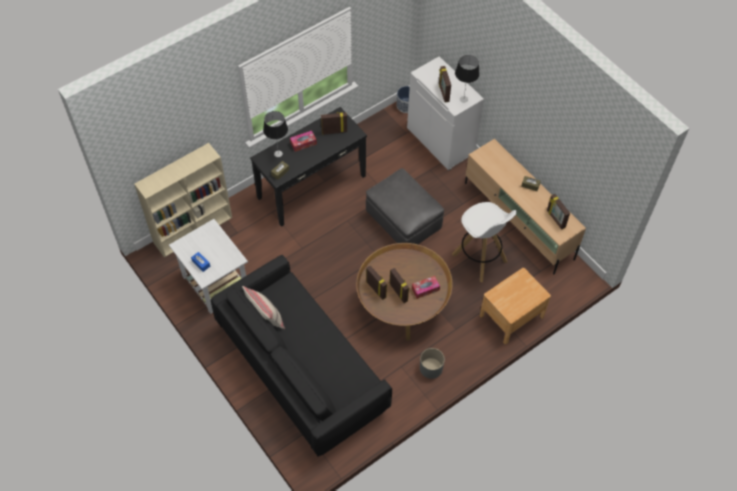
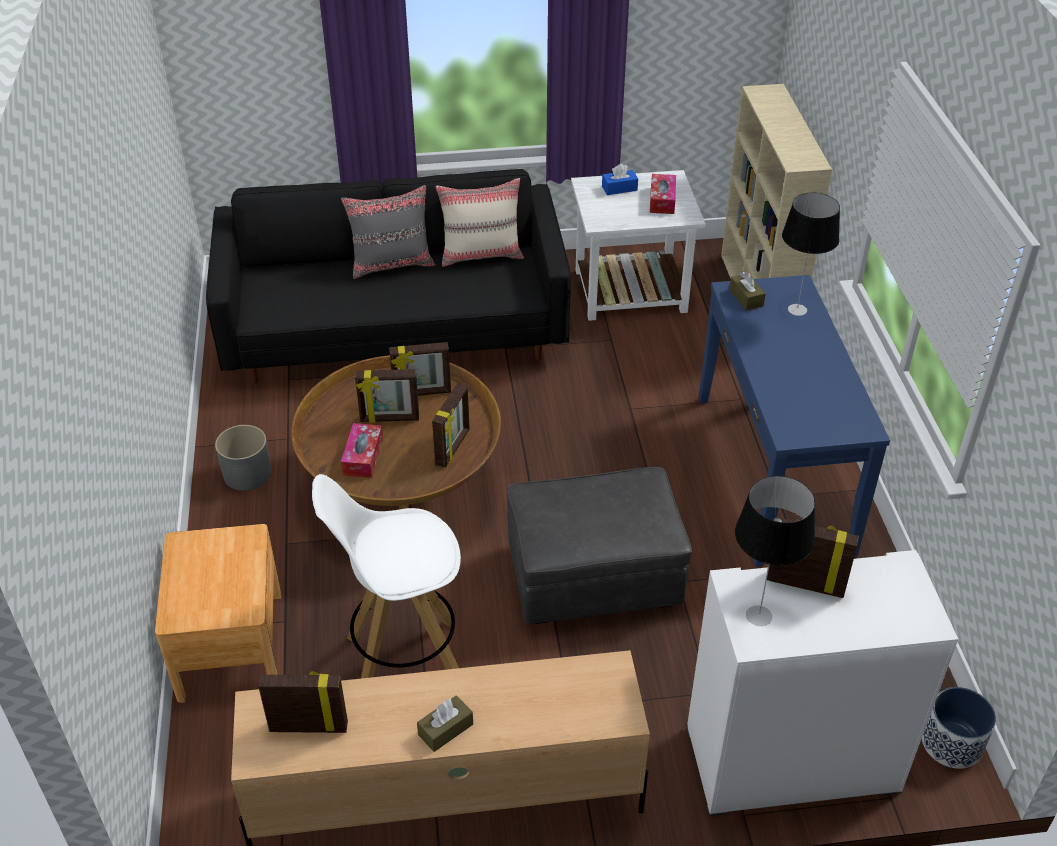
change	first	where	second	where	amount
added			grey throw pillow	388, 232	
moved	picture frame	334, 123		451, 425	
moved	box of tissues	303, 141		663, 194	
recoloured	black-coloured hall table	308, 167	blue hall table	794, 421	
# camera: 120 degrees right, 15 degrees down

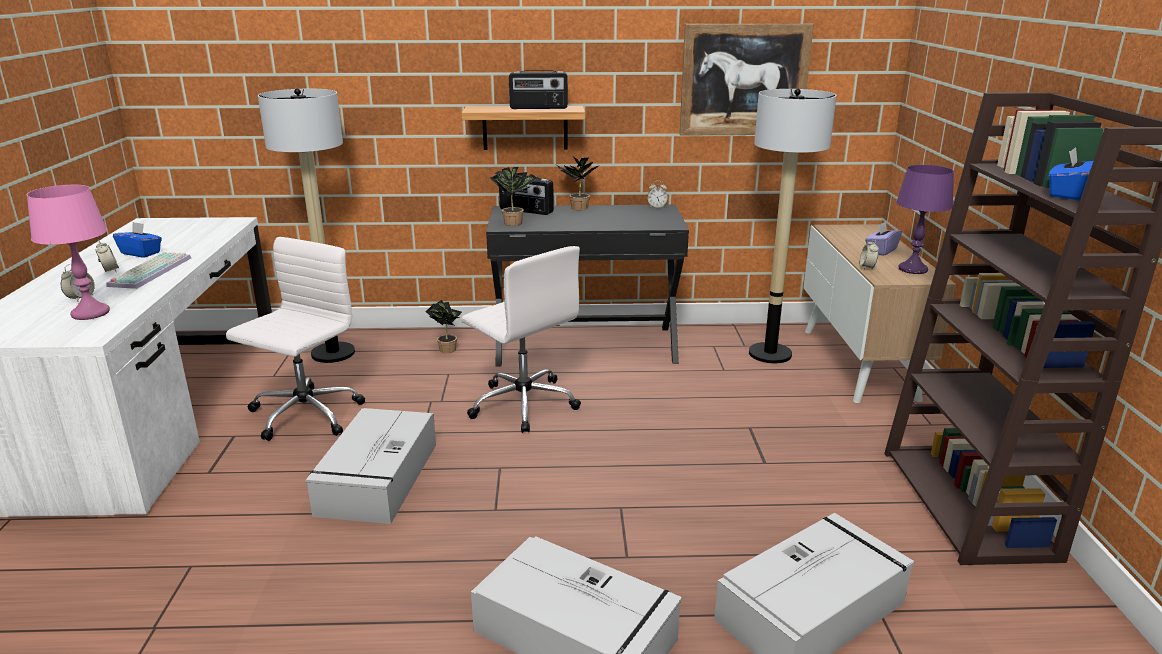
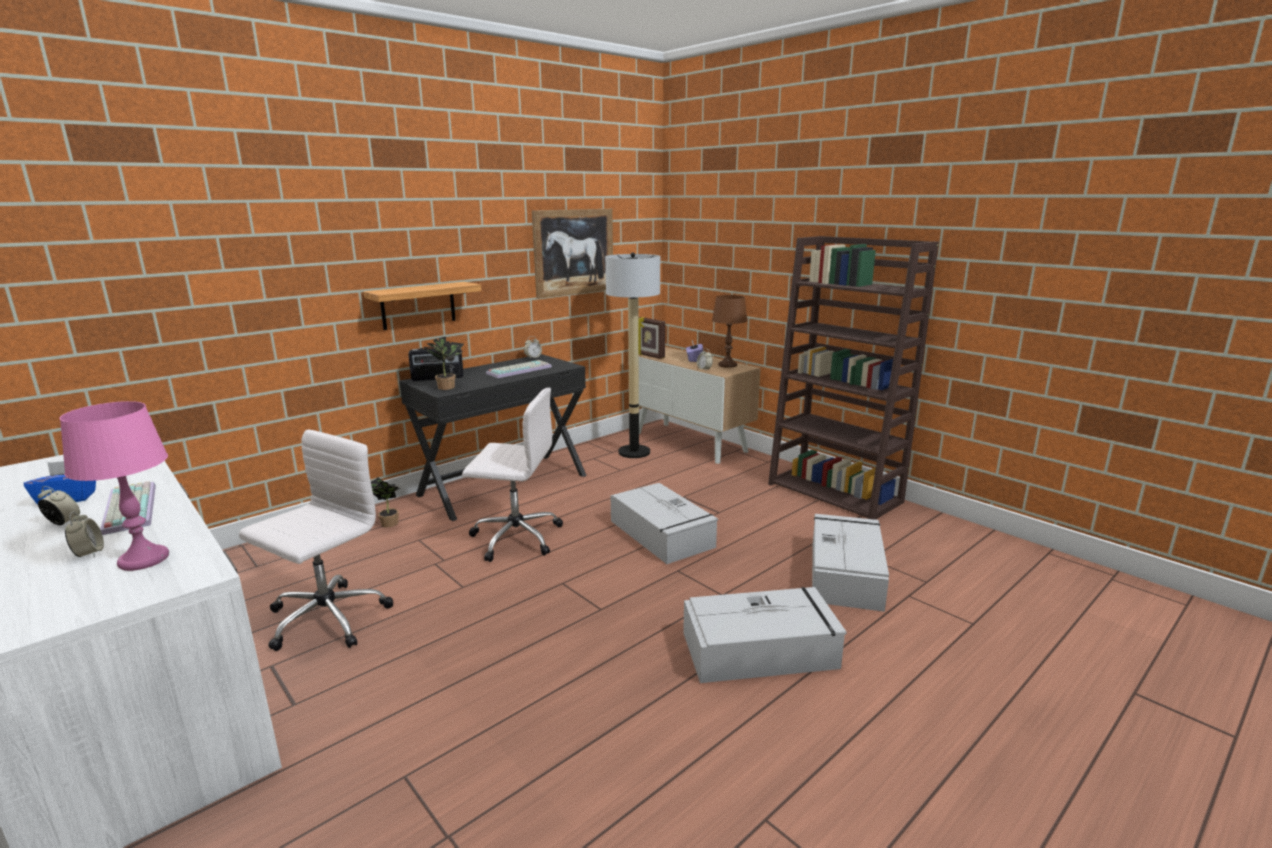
change	first	where	second	where	amount
turned	white-coloured computer chair	295, 339		316, 540	45 degrees clockwise
added			PC keyboard	519, 369	
moved	grey storage container	370, 466		664, 523	
added			picture frame	651, 338	
recoloured	purplish table lamp	925, 219	brown table lamp	729, 331	
removed	floor lamp	306, 225			
removed	radio receiver	538, 89			
removed	potted plant	578, 183			
removed	blue box of tissues	1071, 173			
# camera: 40 degrees left, 5 degrees down

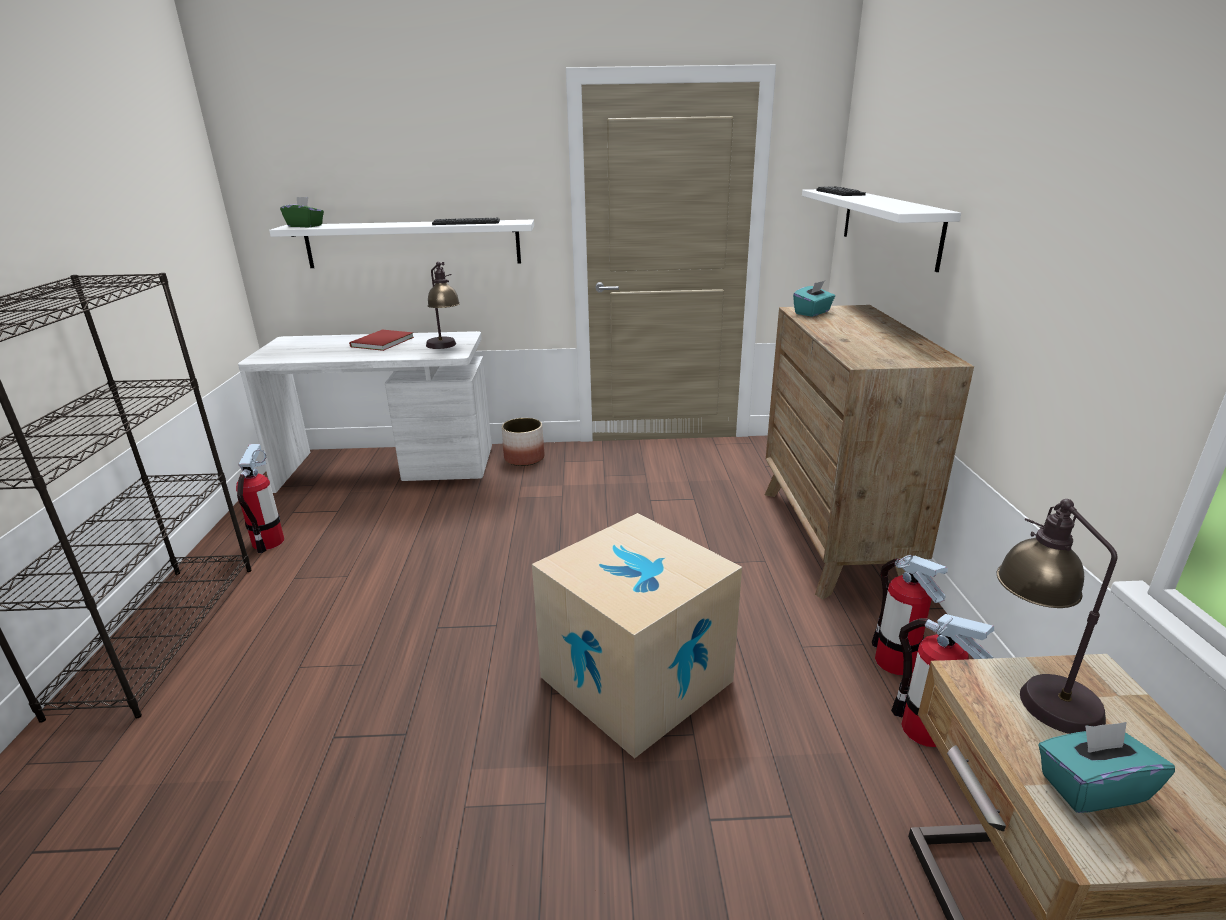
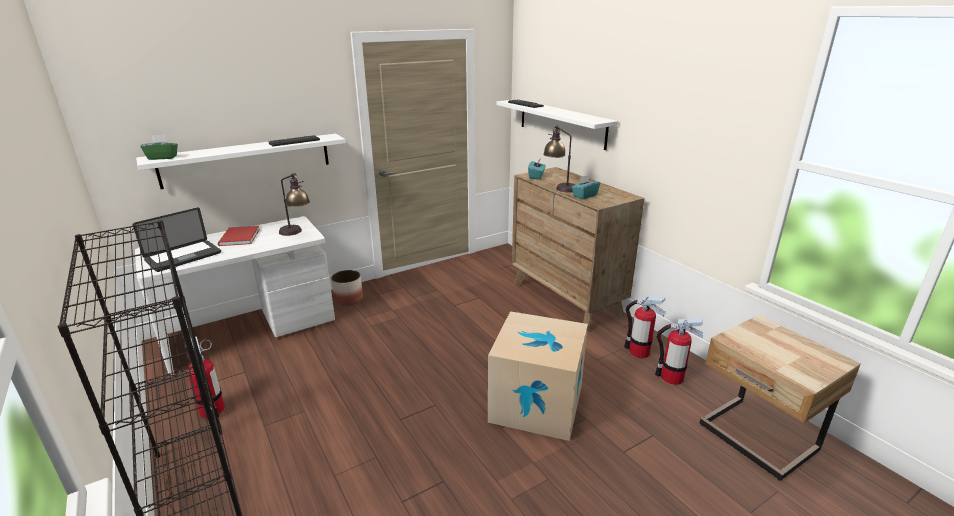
change	first	where	second	where	amount
added			notebook computer	177, 240	
moved	table lamp	1057, 616		559, 158	
moved	blue-green box of tissues	1106, 767		585, 187	
# camera: 30 degrees left, 0 degrees up

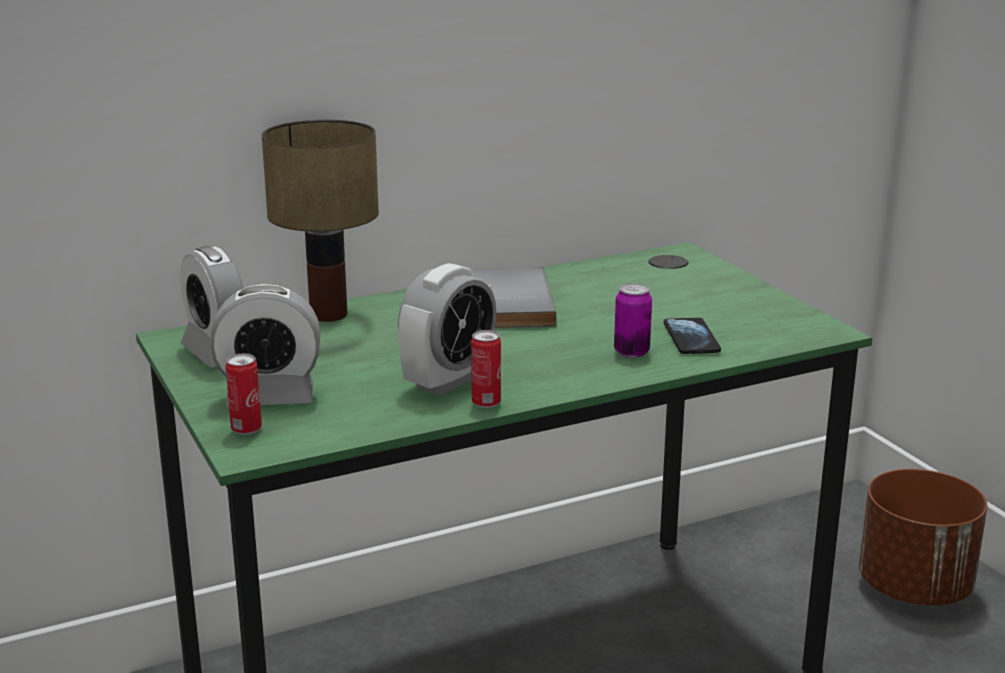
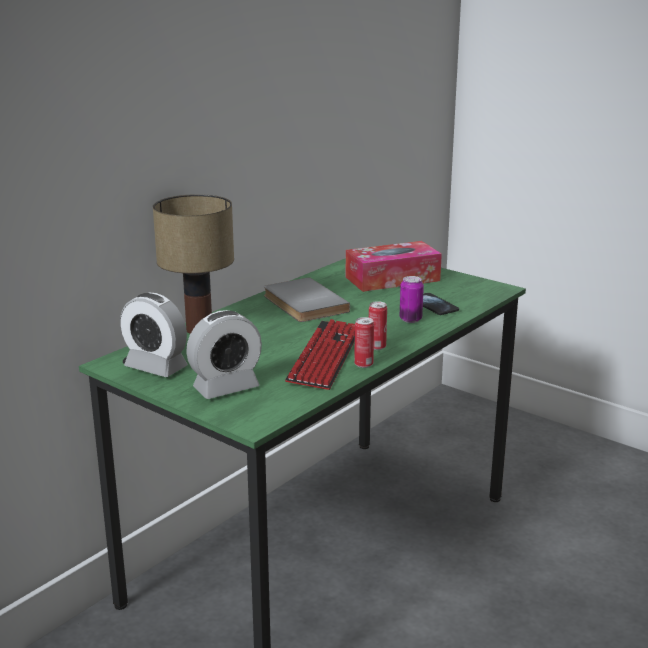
change	first	where	second	where	amount
replaced	bedside clock	447, 329	PC keyboard	320, 354	
added			box of tissues	394, 266	
moved	can	244, 394		378, 325	
removed	brown plant pot	923, 537			
# camera: 25 degrees left, 0 degrees up

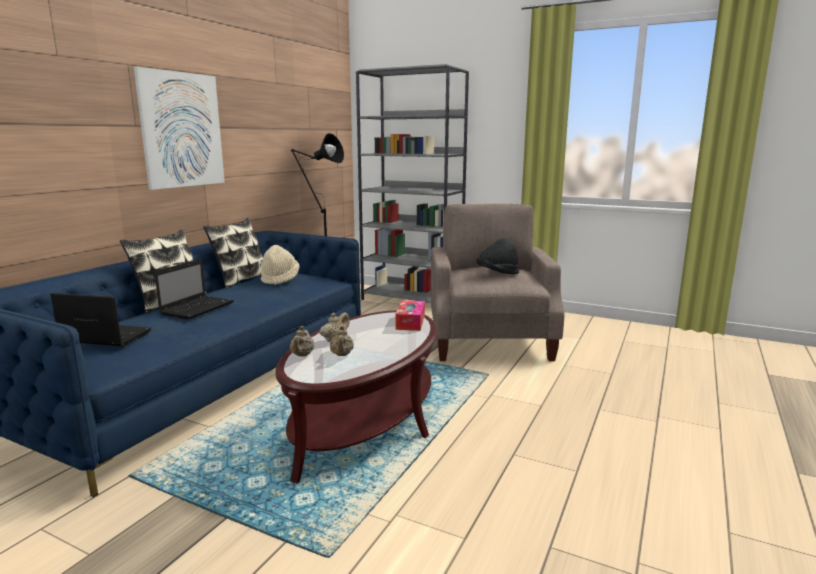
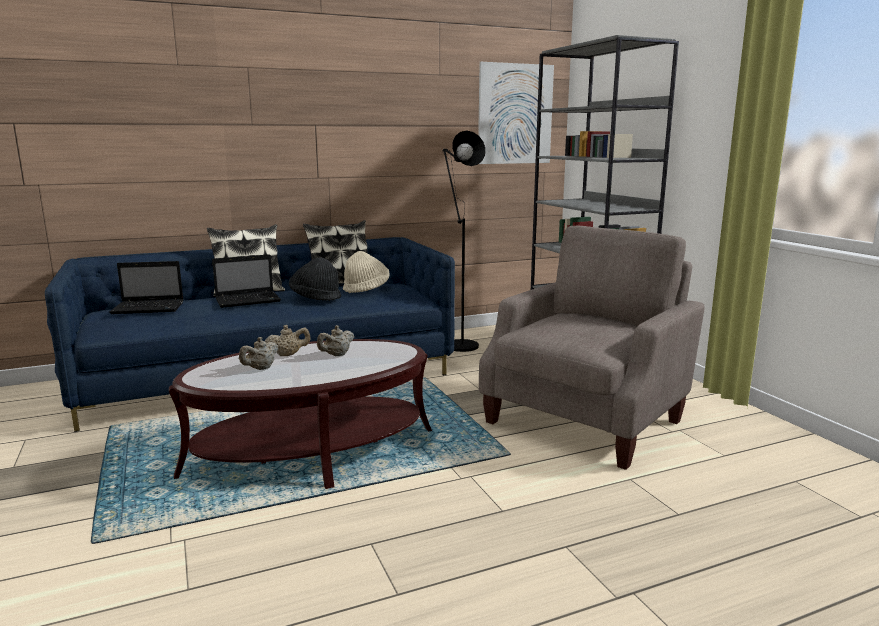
change	first	where	second	where	amount
turned	notebook computer	101, 319		146, 287	120 degrees clockwise
moved	black-coloured clothing hat	498, 256		315, 279	
moved	sand-coloured teapot	302, 341		335, 340	
moved	wall picture	179, 128		516, 113	
removed	box of tissues	410, 315			
# camera: 40 degrees right, 0 degrees up

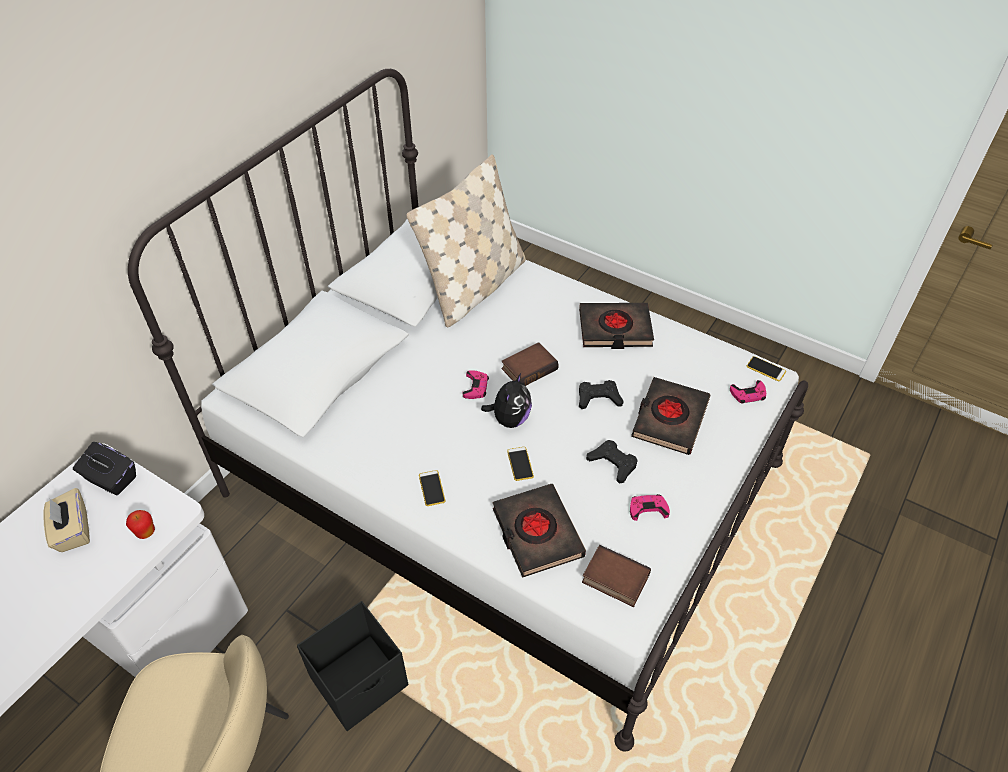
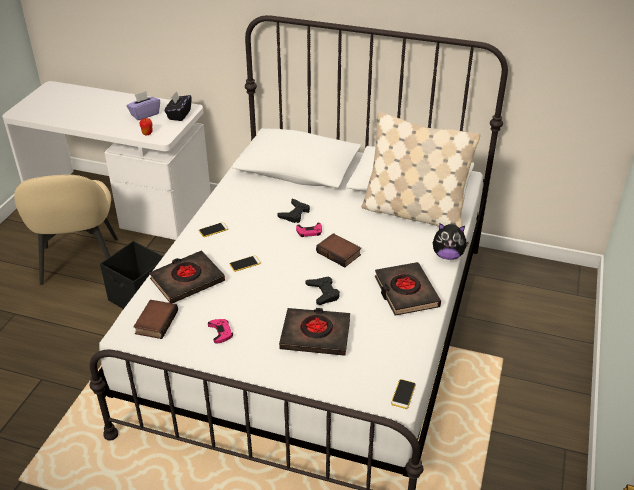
change	first	where	second	where	amount
recoloured	sand-coloured box of tissues	66, 520	purplish box of tissues	143, 105	
moved	black-coloured gamepad	612, 462		293, 211	
moved	cuddly toy	506, 400		451, 241	
removed	pinkish gamepad	748, 392			
# camera: 75 degrees right, 10 degrees down

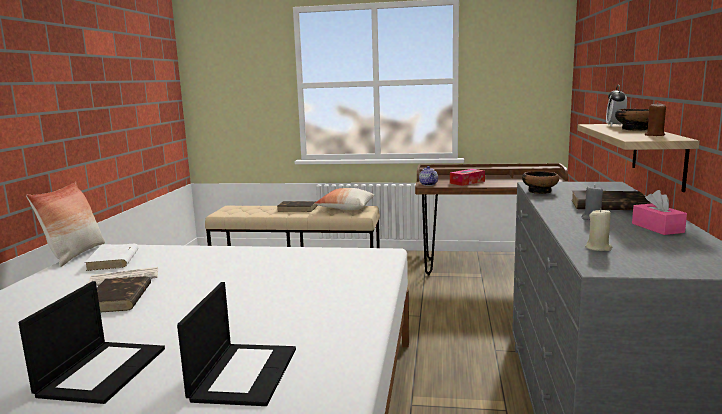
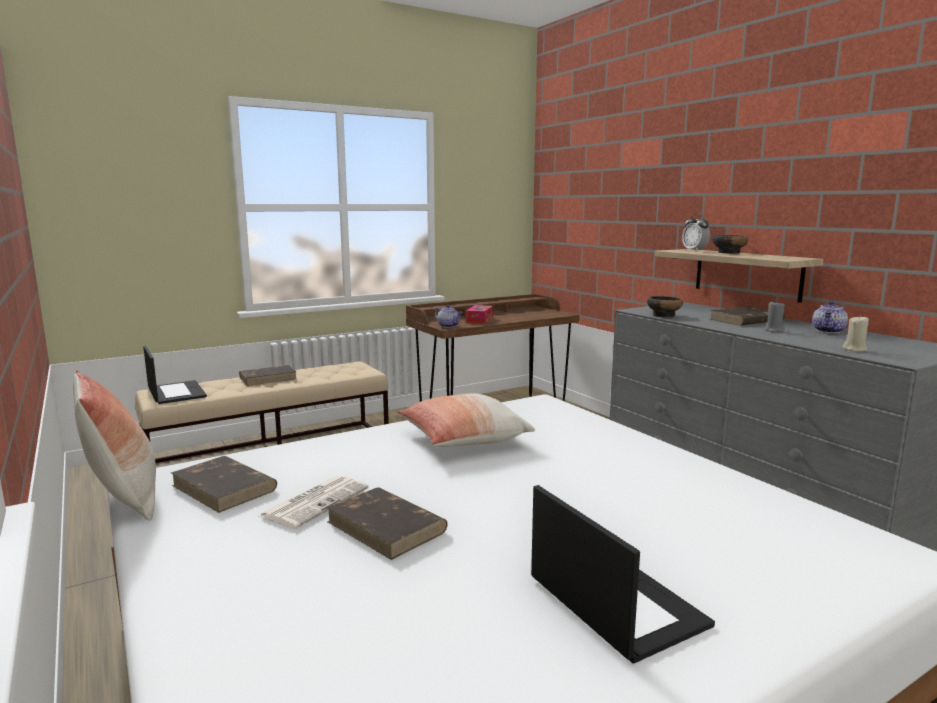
change	first	where	second	where	amount
moved	notebook computer	236, 344		175, 375	
recoloured	white-coloured bound book	111, 257	brown bound book	224, 484	
moved	throw pillow	344, 199		466, 420	
replaced	pinkish box of tissues	659, 212	teapot	830, 317	
removed	brown wax light	655, 119			
# camera: 40 degrees left, 0 degrees up

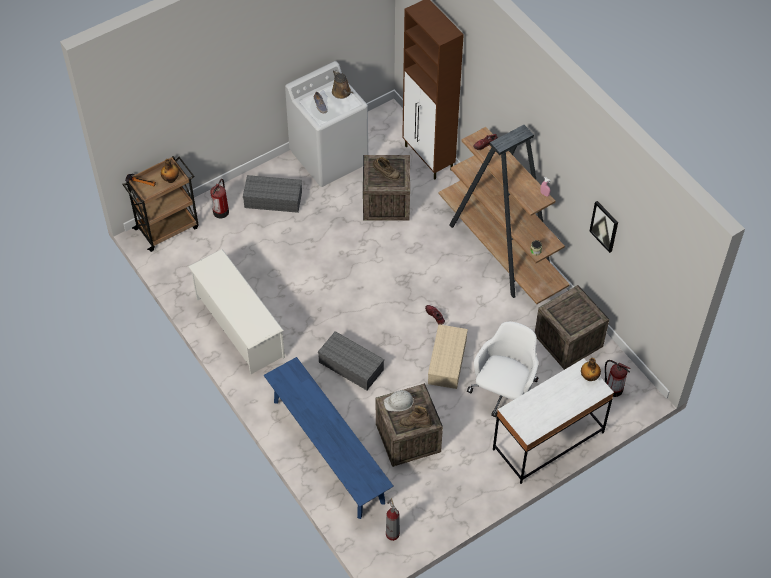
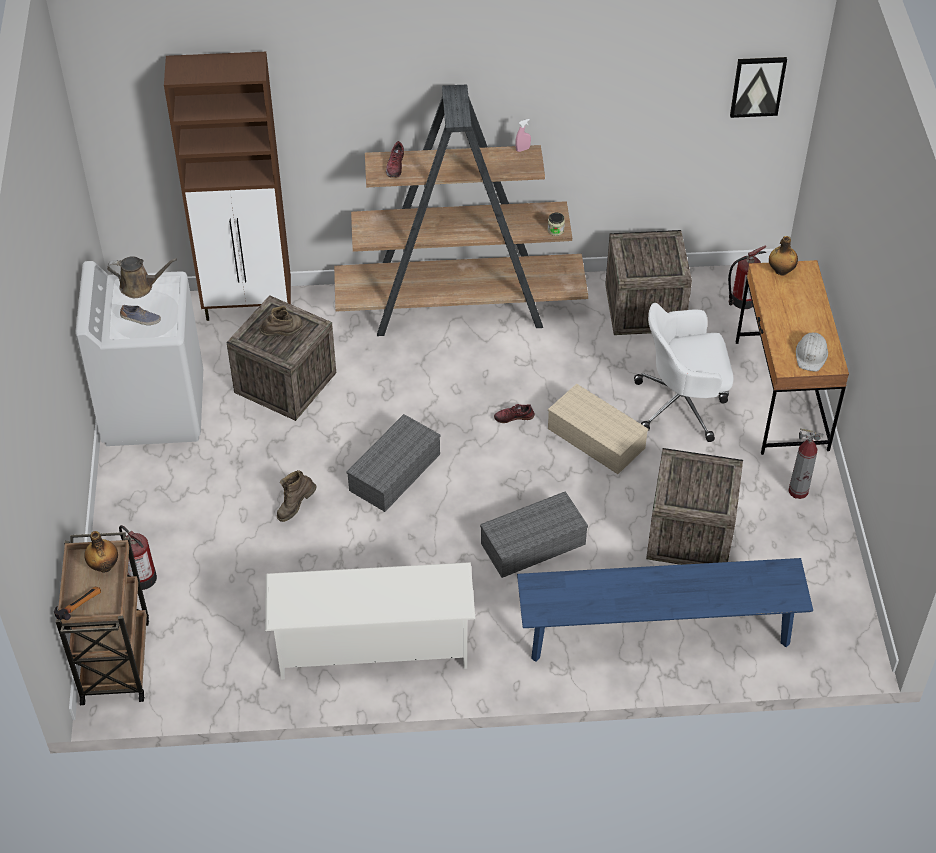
change	first	where	second	where	amount
moved	brown tall boot	415, 416		296, 496	
moved	grey storage container	272, 194		394, 463	
turned	white-coloured computer chair	503, 369		684, 372	60 degrees counterclockwise
moved	wall picture	603, 227		758, 87	
recoloured	white-coloured desk table	553, 421	brown desk table	792, 357	
moved	extinguisher	393, 519		806, 463	
moved	white-coloured hard hat	399, 400		812, 352	
# camera: 60 degrees left, 5 degrees down

